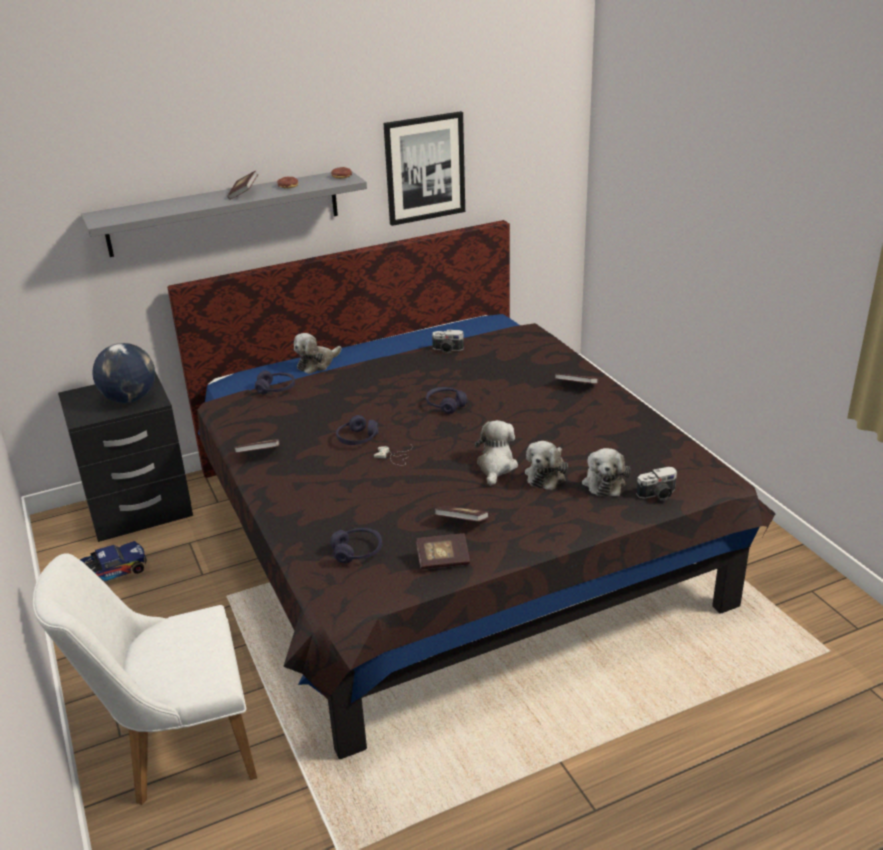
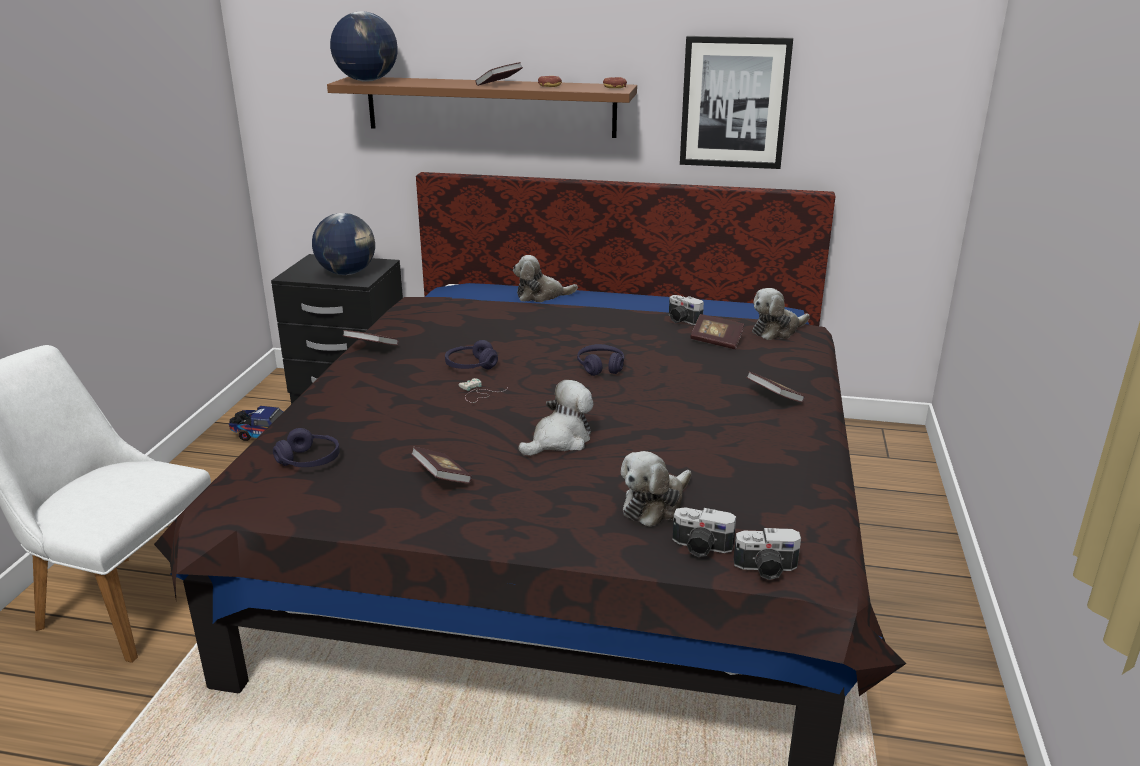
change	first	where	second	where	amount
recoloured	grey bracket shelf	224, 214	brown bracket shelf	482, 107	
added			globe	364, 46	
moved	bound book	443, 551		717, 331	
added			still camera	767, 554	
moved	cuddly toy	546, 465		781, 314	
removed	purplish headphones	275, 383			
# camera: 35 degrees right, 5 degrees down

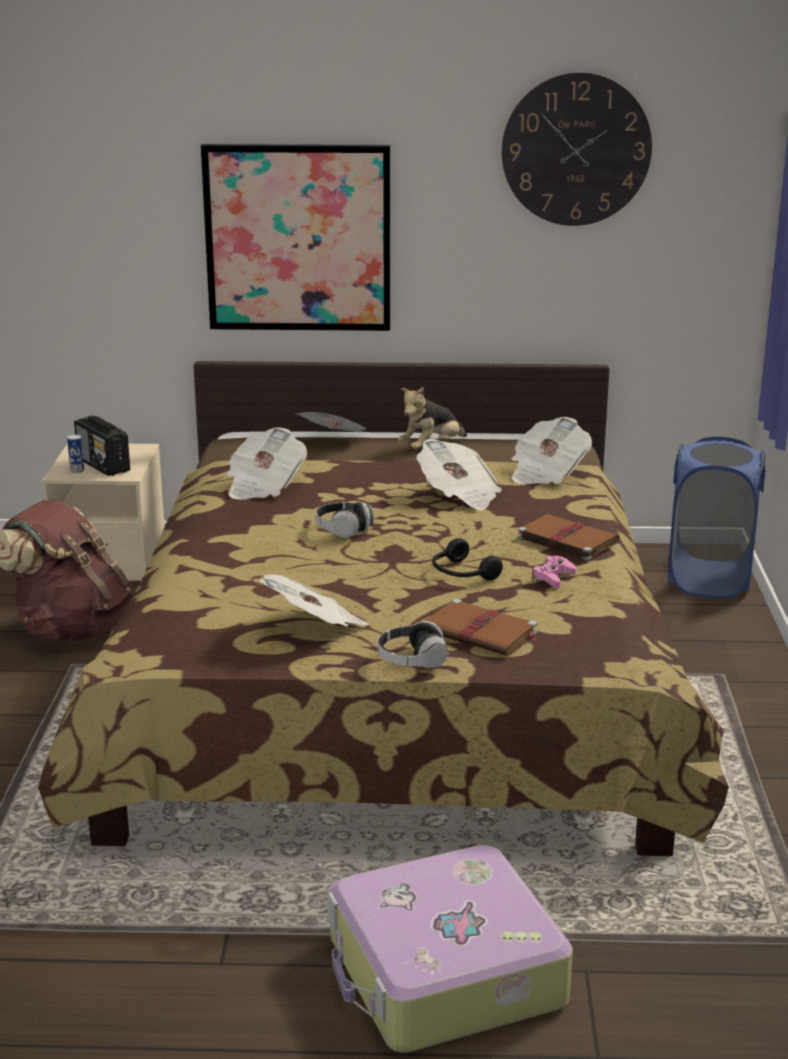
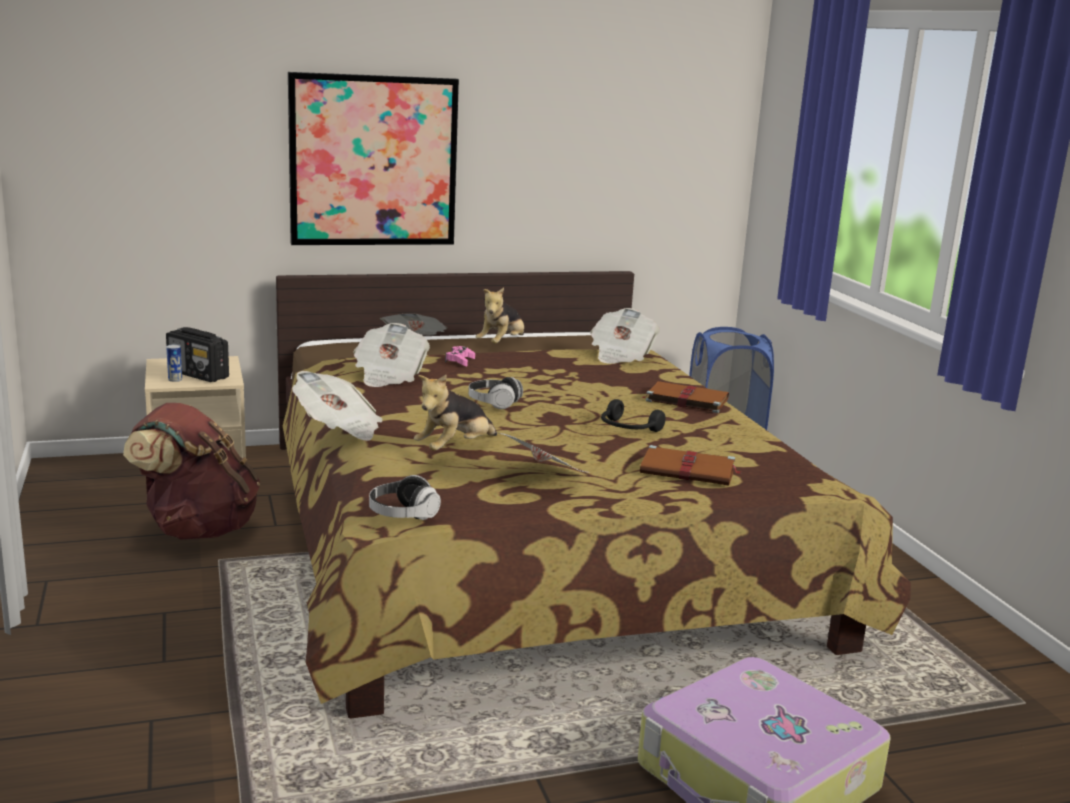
change	first	where	second	where	amount
moved	daily paper	459, 474		337, 406	
moved	headphones	413, 645		405, 497	
added			cuddly toy	455, 413	
moved	pinkish gamepad	554, 572		460, 356	
removed	wall clock	577, 149			
# camera: 20 degrees left, 5 degrees down

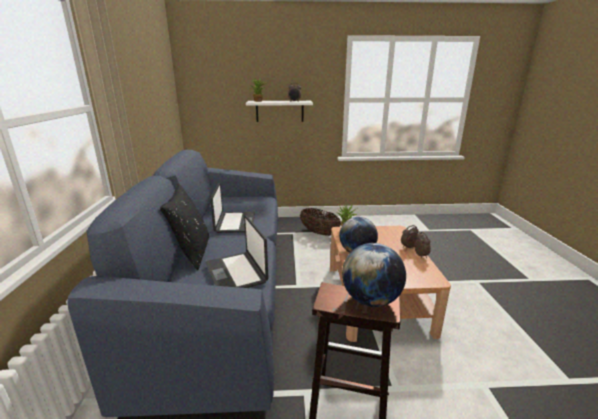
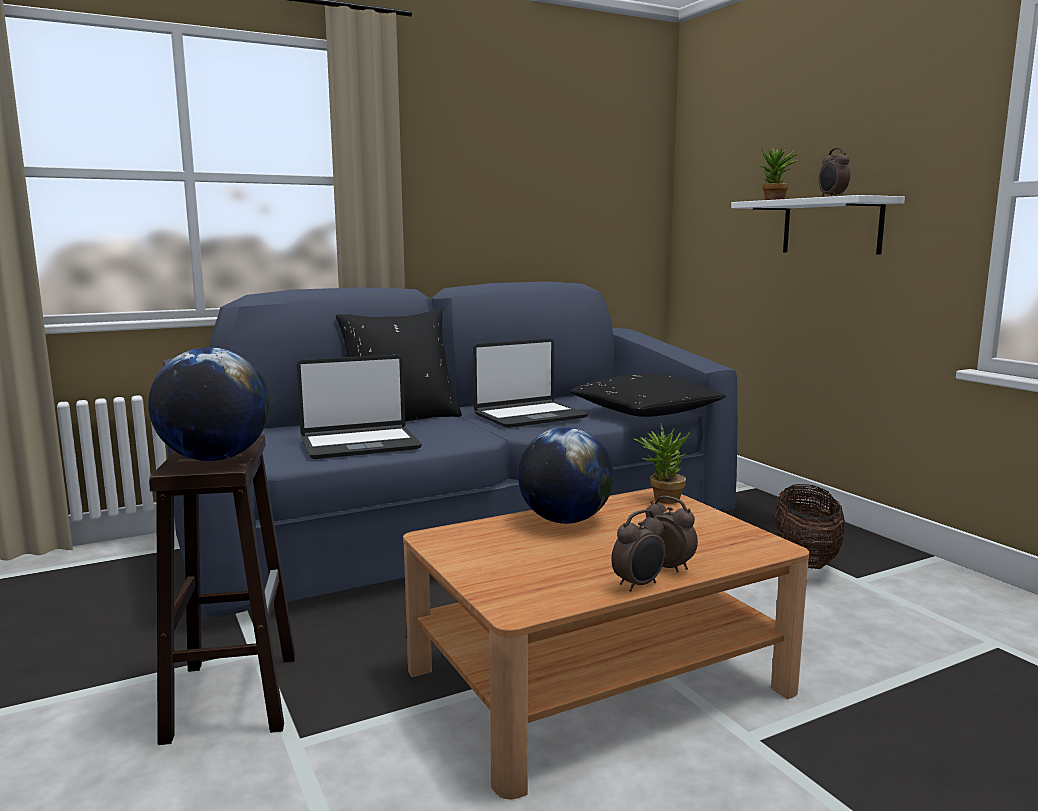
change	first	where	second	where	amount
turned	notebook computer	237, 251		359, 407	150 degrees counterclockwise
added			black-coloured throw pillow	647, 395	
# camera: 65 degrees right, 10 degrees down

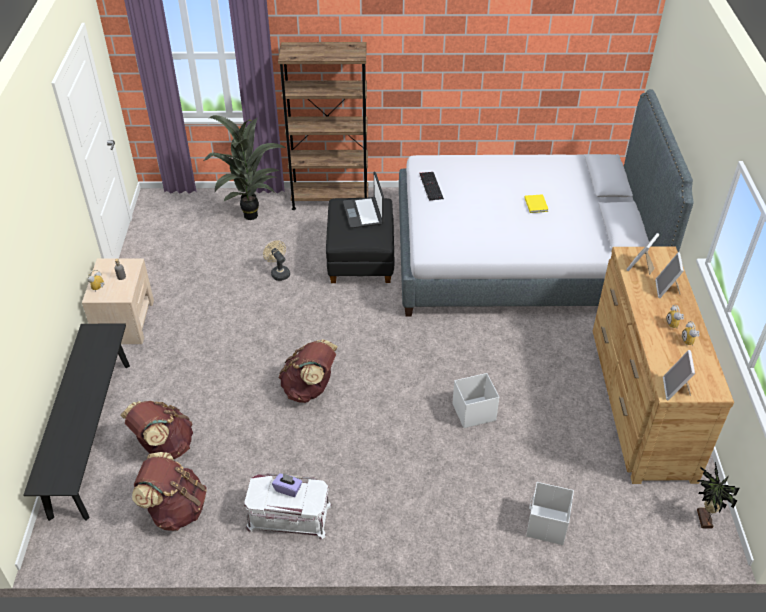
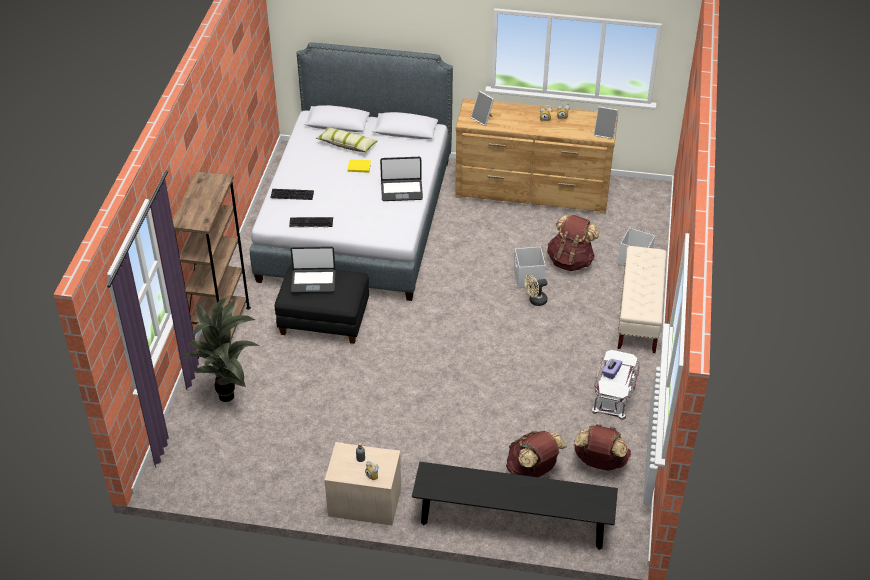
change	first	where	second	where	amount
added			PC keyboard	292, 194	
added			throw pillow	347, 139	
added			notebook computer	401, 179	
moved	sand-coloured fan	276, 260		536, 290	
moved	brown backpack	308, 371		573, 242	
added			sand-coloured indoor bench	642, 299	
removed	picture frame	669, 275			
removed	potted plant	718, 495			
# camera: 80 degrees left, 0 degrees up

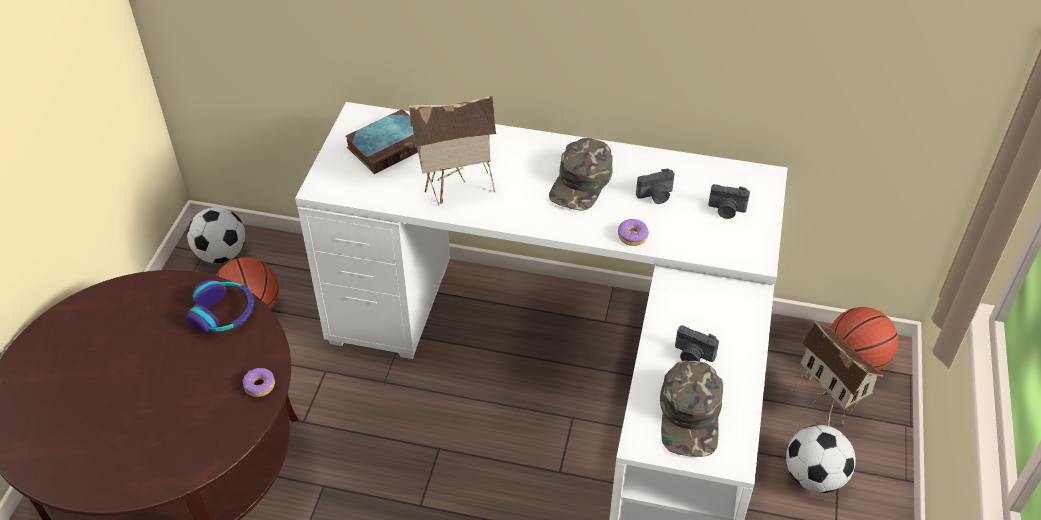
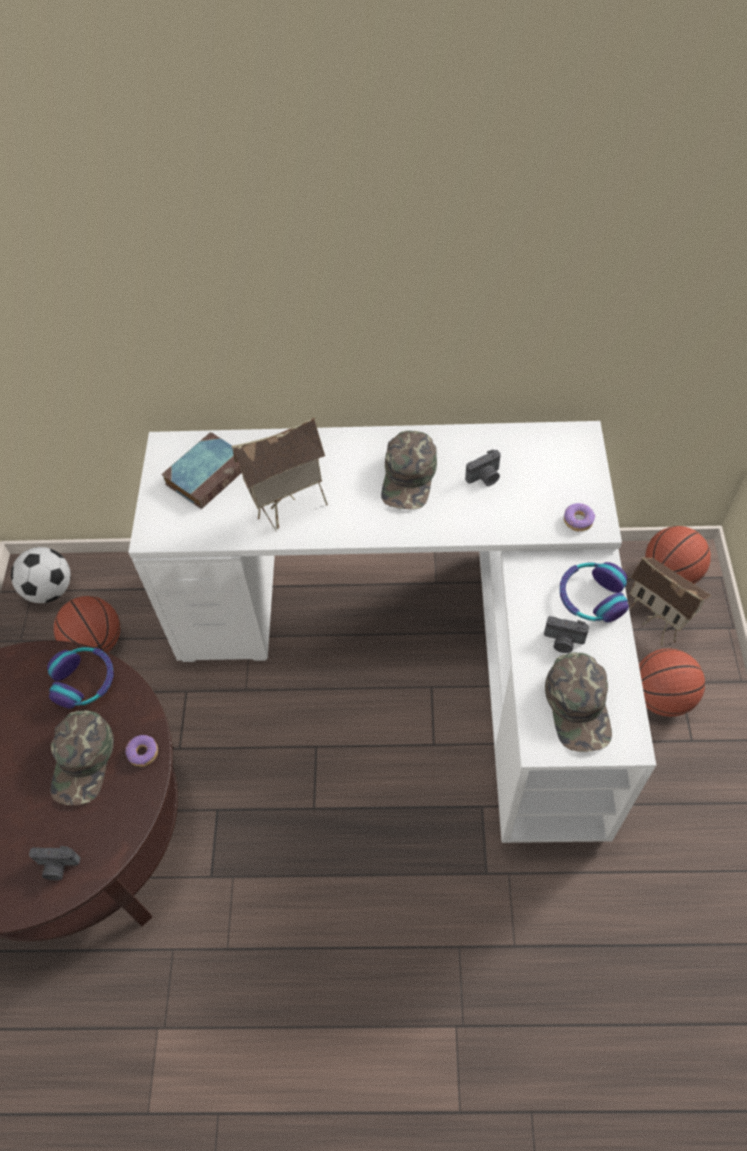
change	first	where	second	where	amount
moved	still camera	729, 201		54, 863	
added			greenish peaked cap	82, 757	
added			headphones	594, 592	
moved	donut	633, 232		579, 517	
replaced	ball for football	821, 459	ball for basketball	672, 682	
# camera: 10 degrees left, 10 degrees up

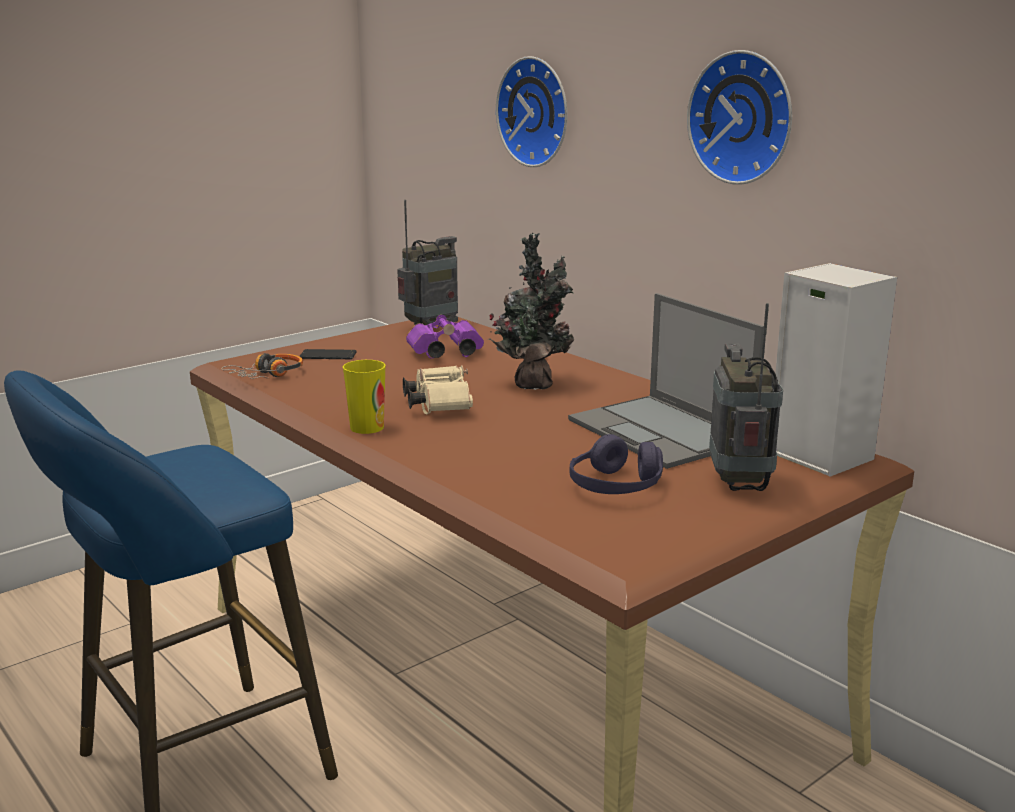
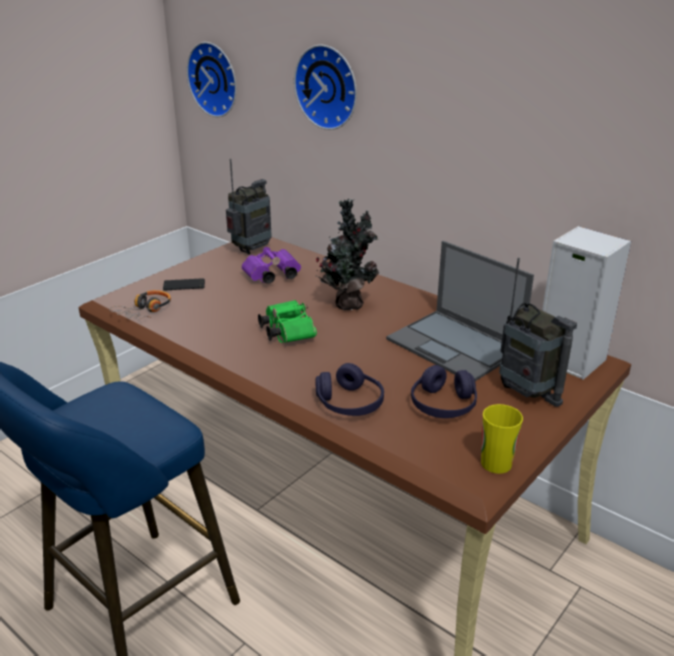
change	first	where	second	where	amount
moved	wall clock	739, 117		212, 79	
recoloured	sand-coloured binoculars	438, 389	greenish binoculars	287, 321	
added			purplish headphones	349, 389	
moved	drinking cup	364, 397		502, 439	
turned	radio receiver	746, 397		538, 332	150 degrees clockwise
# camera: 10 degrees left, 10 degrees up

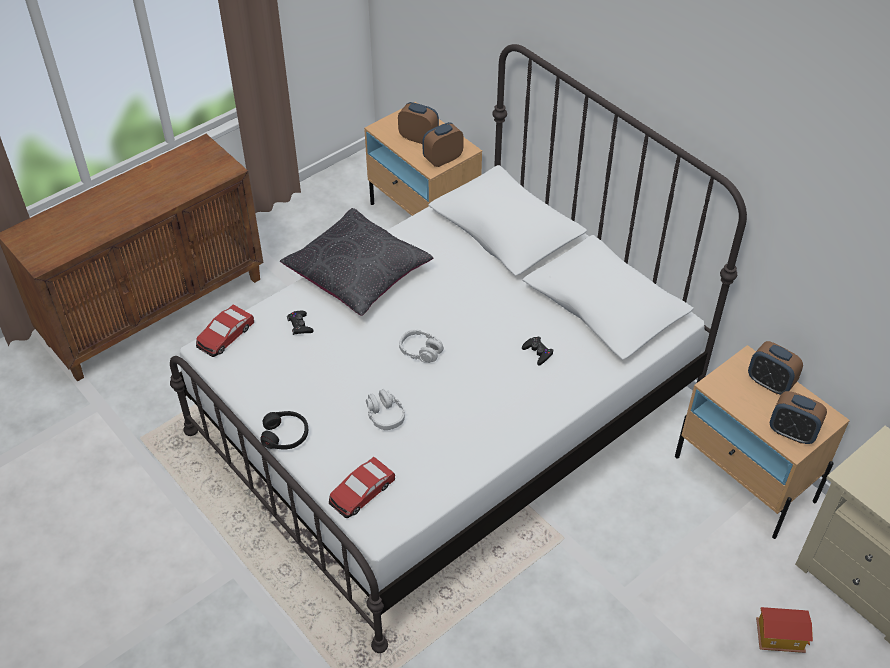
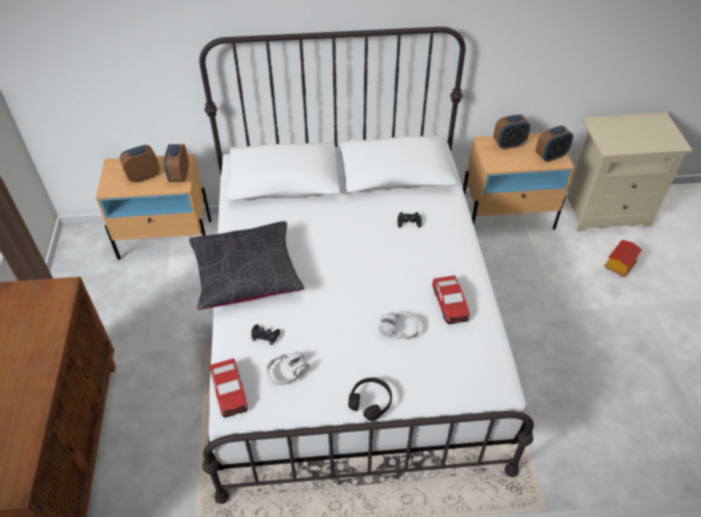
change	first	where	second	where	amount
moved	grey headphones	421, 346		287, 368	
moved	model car	362, 487		451, 299	
# camera: 55 degrees left, 0 degrees up

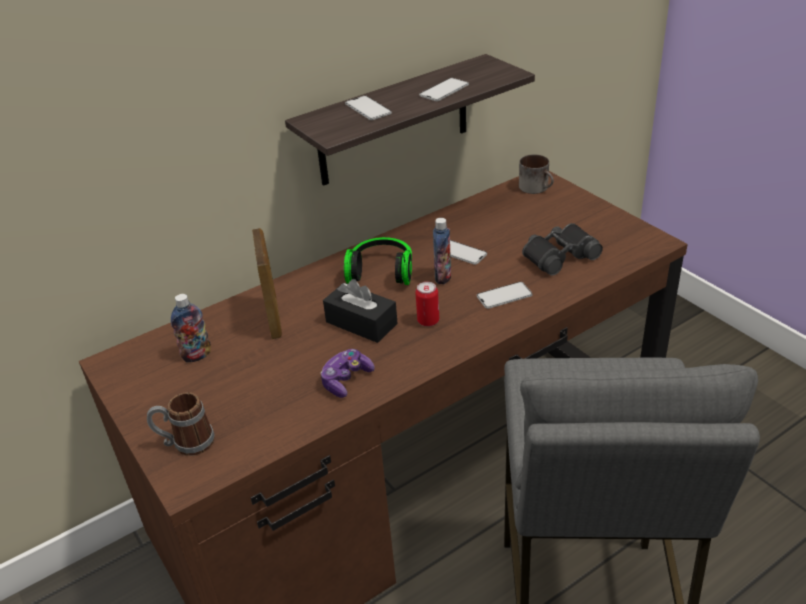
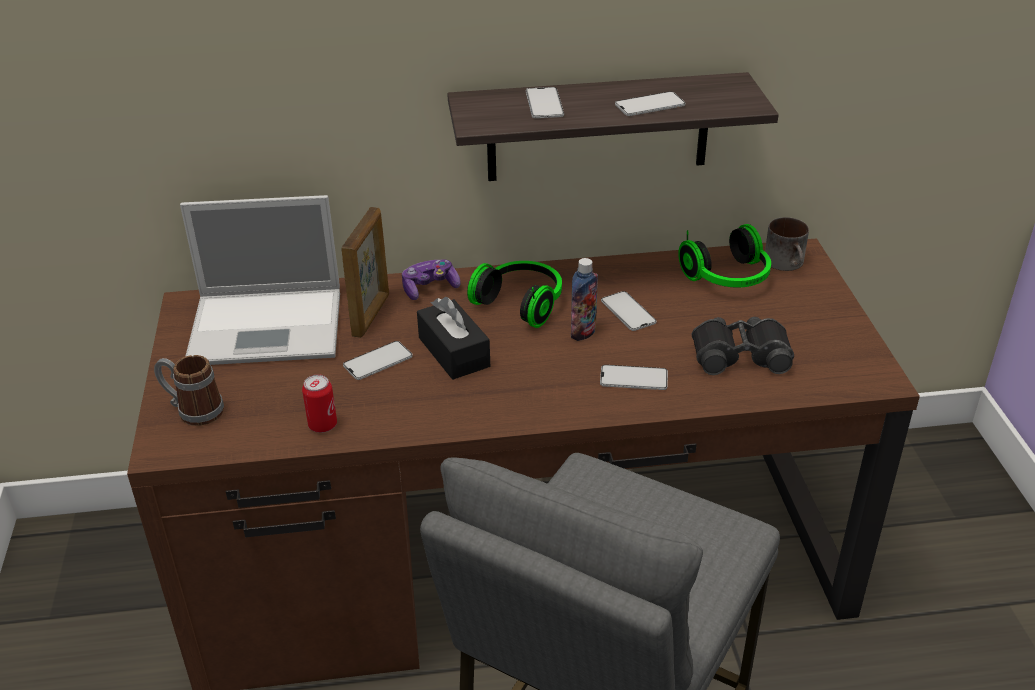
change	first	where	second	where	amount
replaced	drink bottle	191, 328	notebook computer	260, 280	
moved	can	427, 304		319, 404	
added			phone	378, 360	
moved	gamepad	348, 373		431, 279	
added			headphones	724, 256	
# camera: 25 degrees right, 0 degrees up

